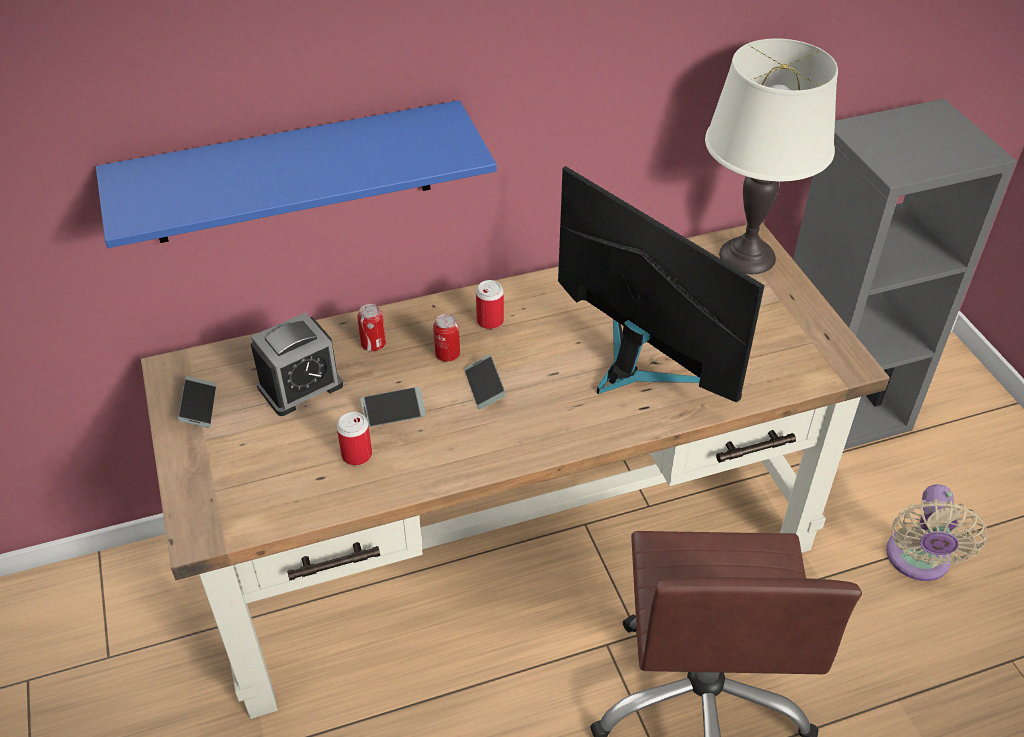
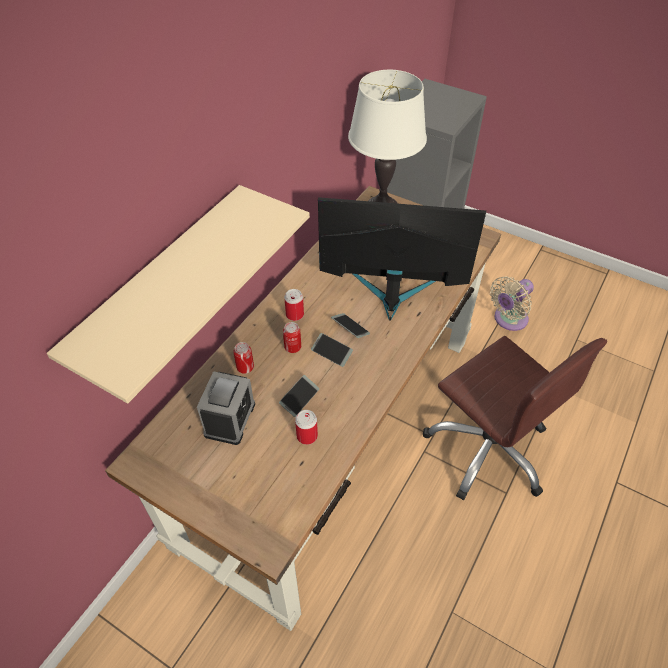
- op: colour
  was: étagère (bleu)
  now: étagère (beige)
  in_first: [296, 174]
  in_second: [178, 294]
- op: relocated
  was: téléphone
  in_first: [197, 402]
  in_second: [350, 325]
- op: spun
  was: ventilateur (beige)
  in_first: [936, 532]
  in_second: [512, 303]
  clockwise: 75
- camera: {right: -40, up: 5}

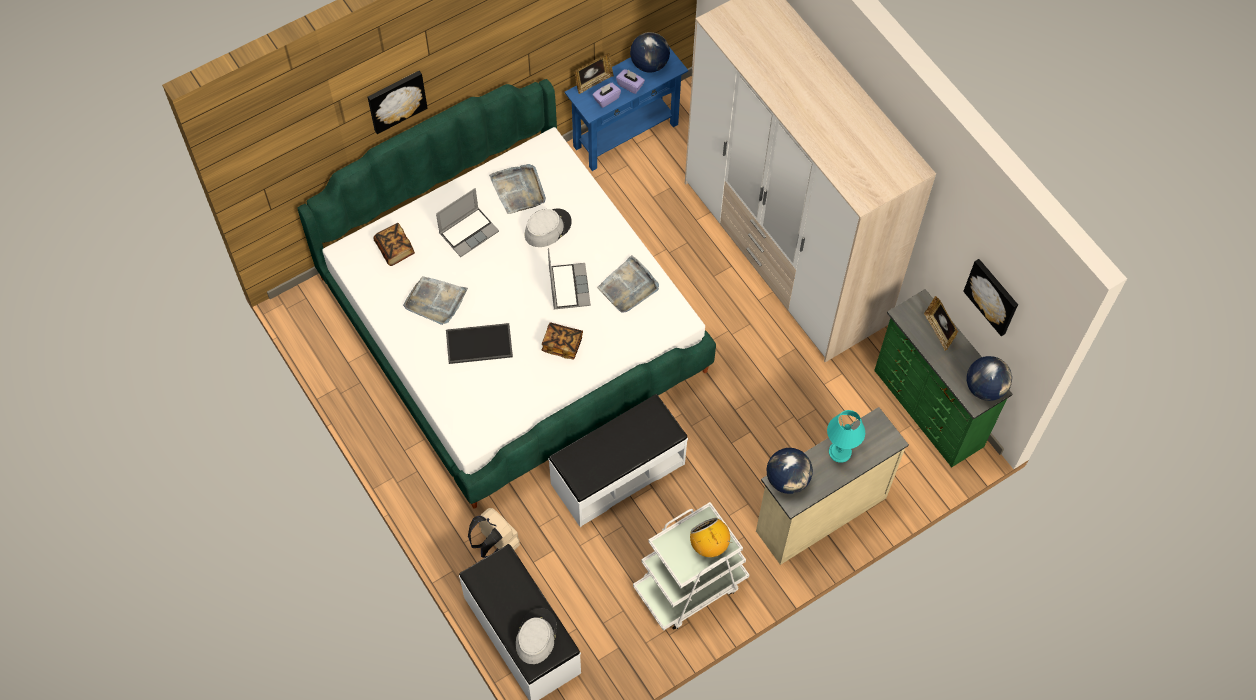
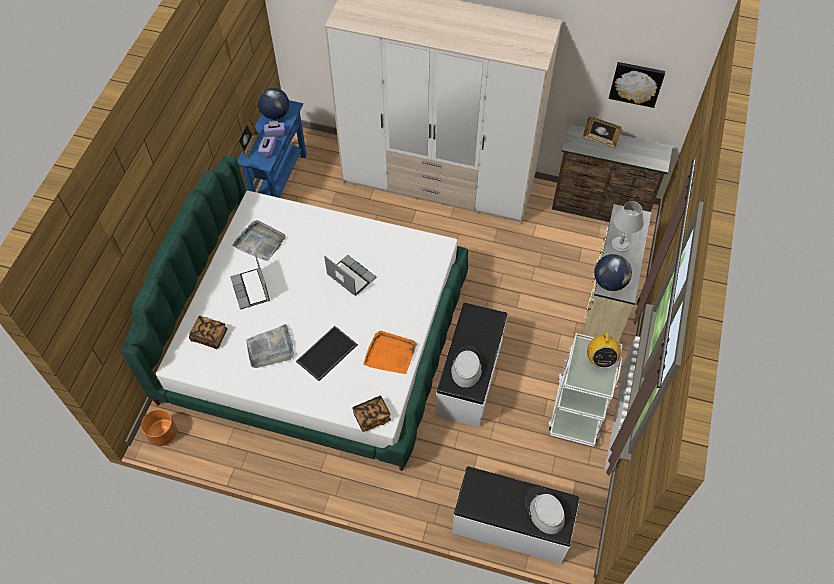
- op: missing
  was: tableau
  in_first: [397, 102]
- op: spun
  was: ordinateur portable
  in_first: [467, 222]
  in_second: [250, 280]
  clockwise: 150
- op: missing
  was: sac à dos (beige)
  in_first: [494, 533]
- op: relocated
  was: chapeau (gris)
  in_first: [548, 228]
  in_second: [466, 367]
- op: relocated
  was: livre
  in_first: [562, 340]
  in_second: [371, 414]
- op: missing
  was: plateau (gris)
  in_first: [628, 284]
- op: spun
  was: radio
  in_first: [711, 537]
  in_second: [604, 349]
  clockwise: -105
- op: colour
  was: lampe de table (turquoise)
  now: lampe de table (gris)
  in_first: [846, 436]
  in_second: [628, 226]
- op: colour
  was: commode (vert)
  now: commode (marron)
  in_first: [943, 378]
  in_second: [612, 173]
- op: missing
  was: globe
  in_first: [989, 378]
- op: appeared
  now: cache-pot (orange)
  in_second: [159, 427]
- op: appeared
  now: plateau (orange)
  in_second: [390, 352]
- camera: {right: -40, up: -5}

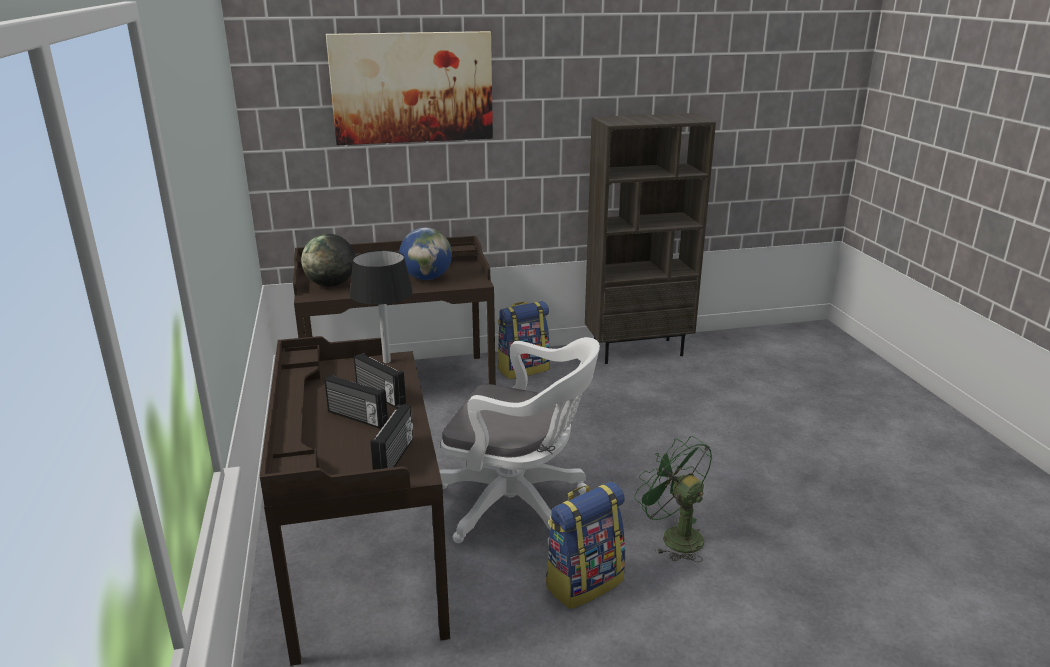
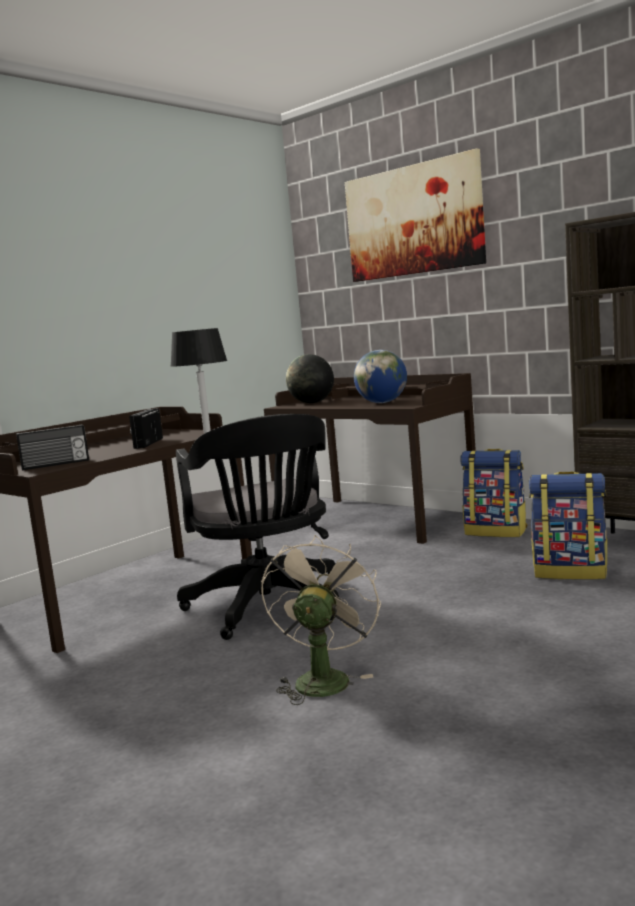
- op: missing
  was: radio
  in_first: [356, 401]
- op: colour
  was: chaise de bureau (blanc)
  now: chaise de bureau (noir)
  in_first: [519, 441]
  in_second: [257, 527]
- op: relocated
  was: sac à dos
  in_first: [585, 545]
  in_second: [568, 525]
- op: colour
  was: ventilateur (vert)
  now: ventilateur (beige)
  in_first: [673, 499]
  in_second: [321, 620]
- camera: {right: 55, up: -15}

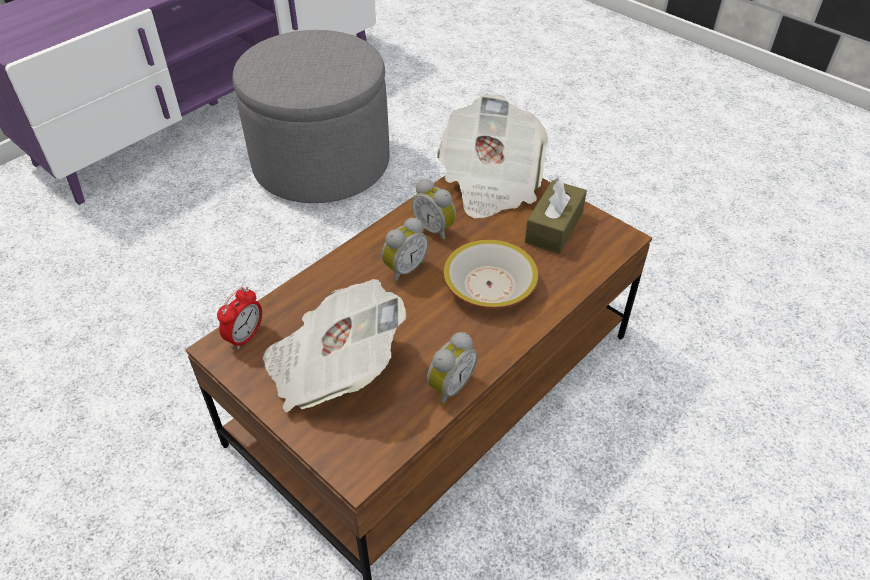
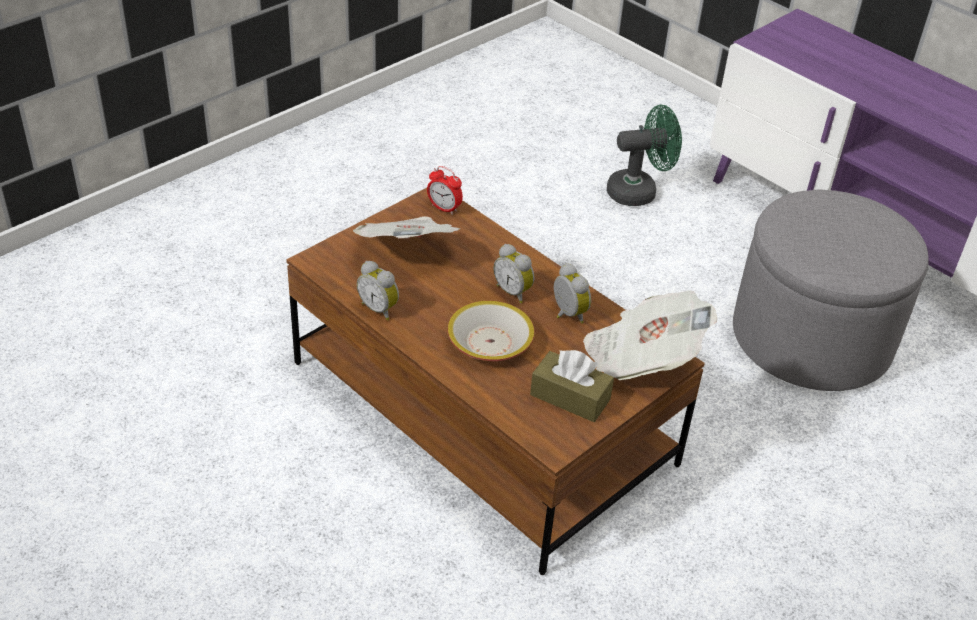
- op: spun
  was: réveil
  in_first: [434, 210]
  in_second: [572, 293]
  clockwise: 105
- op: appeared
  now: ventilateur (vert)
  in_second: [644, 155]
- camera: {right: 90, up: -5}

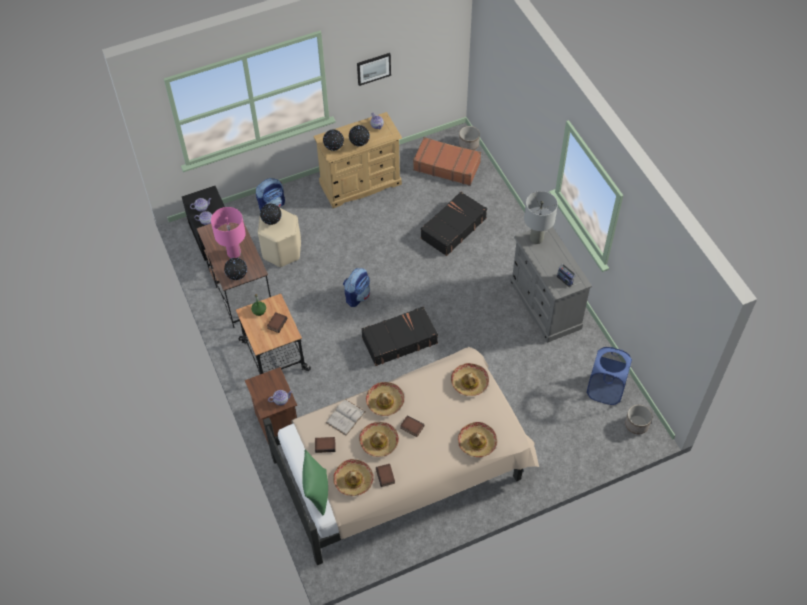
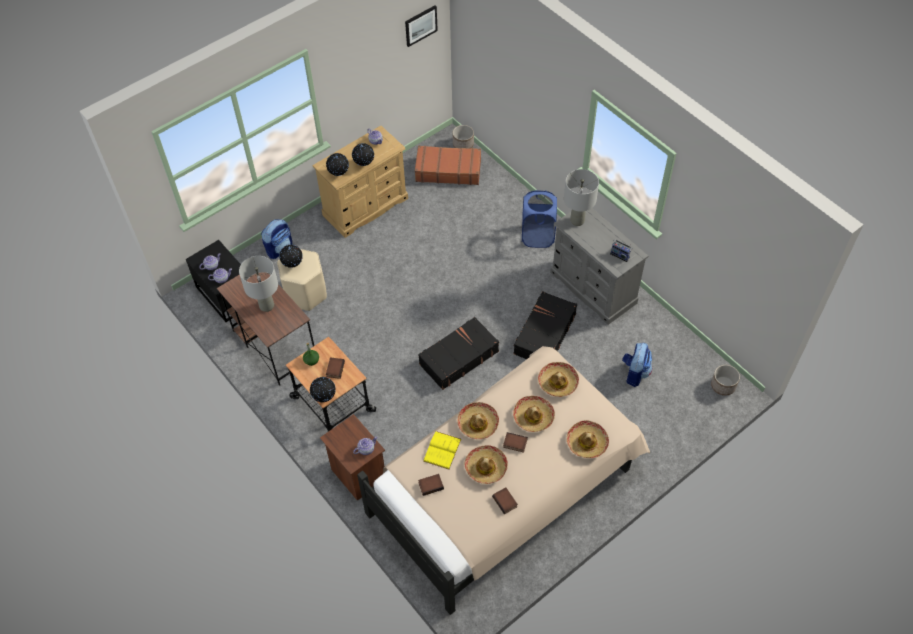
- op: colour
  was: lampe de table (rose)
  now: lampe de table (gris)
  in_first: [228, 232]
  in_second: [258, 284]
- op: relocated
  was: globe
  in_first: [235, 269]
  in_second: [323, 389]
- op: missing
  was: coussin (vert)
  in_first: [315, 482]
- op: colour
  was: livre (blanc)
  now: livre (jaune)
  in_first: [346, 417]
  in_second: [442, 450]
- op: relocated
  was: chapeau
  in_first: [353, 477]
  in_second: [534, 414]
- op: relocated
  was: sac à dos
  in_first: [356, 287]
  in_second: [637, 365]
- op: relocated
  was: tableau
  in_first: [374, 69]
  in_second: [421, 26]
- op: relocated
  was: valise (noir)
  in_first: [454, 224]
  in_second: [545, 325]
- op: relocated
  was: panier à linge (bleu)
  in_first: [609, 376]
  in_second: [539, 219]
- camera: {right: -15, up: 0}

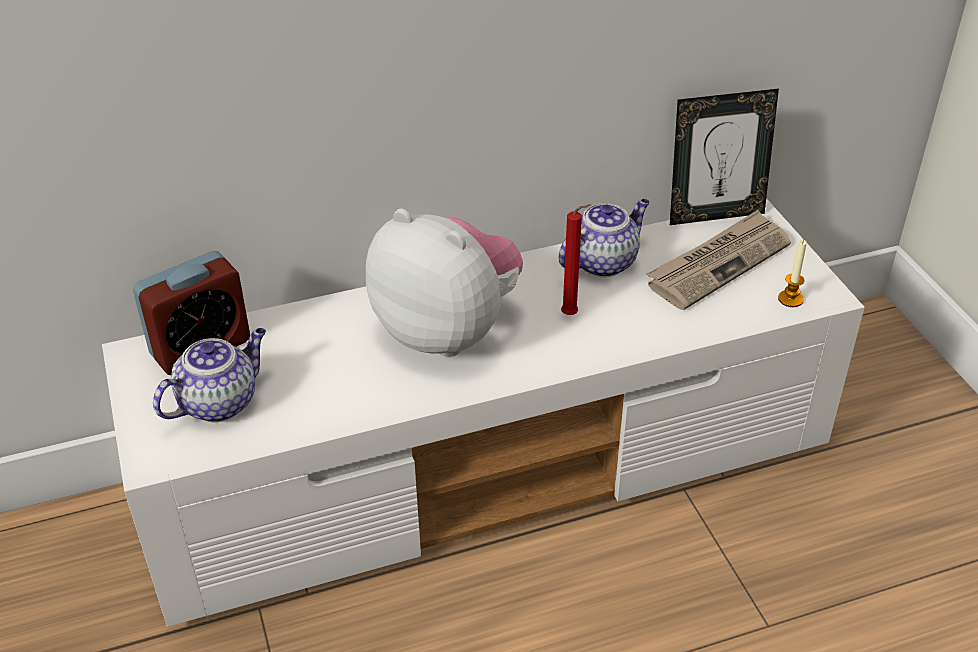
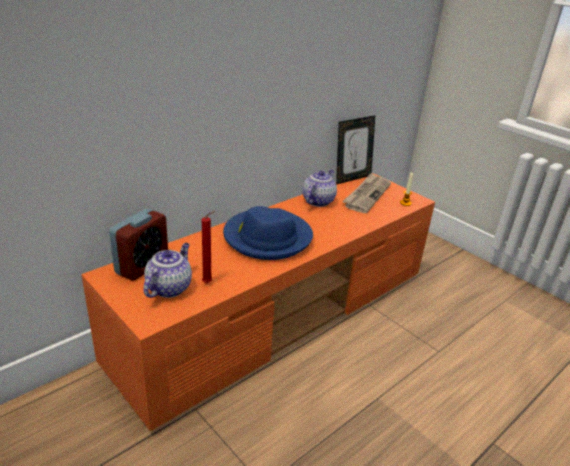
- op: colour
  was: meuble télé (blanc)
  now: meuble télé (orange)
  in_first: [483, 413]
  in_second: [258, 302]
- op: exchanged
  was: peluche
  now: chapeau (bleu)
  in_first: [444, 282]
  in_second: [268, 233]
- op: relocated
  was: bougie (rouge)
  in_first: [575, 259]
  in_second: [208, 247]
- camera: {right: -25, up: -10}

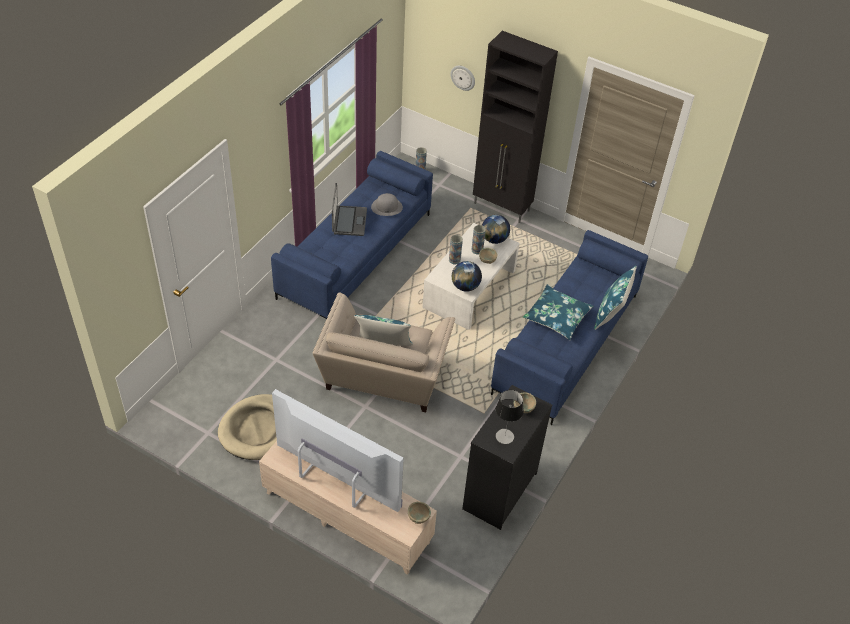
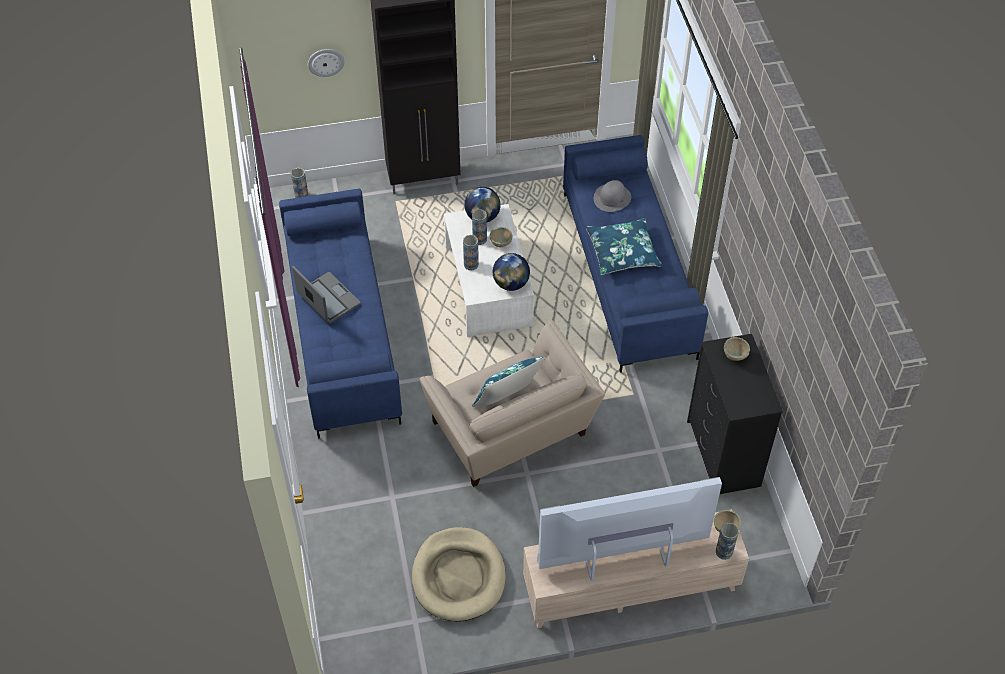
- op: relocated
  was: chapeau (gris)
  in_first: [387, 204]
  in_second: [612, 196]
- op: missing
  was: lampe de table
  in_first: [510, 417]
- op: missing
  was: coussin (bleu)
  in_first: [615, 298]
- op: appeared
  now: vase
  in_second: [727, 541]
- camera: {right: -40, up: 5}

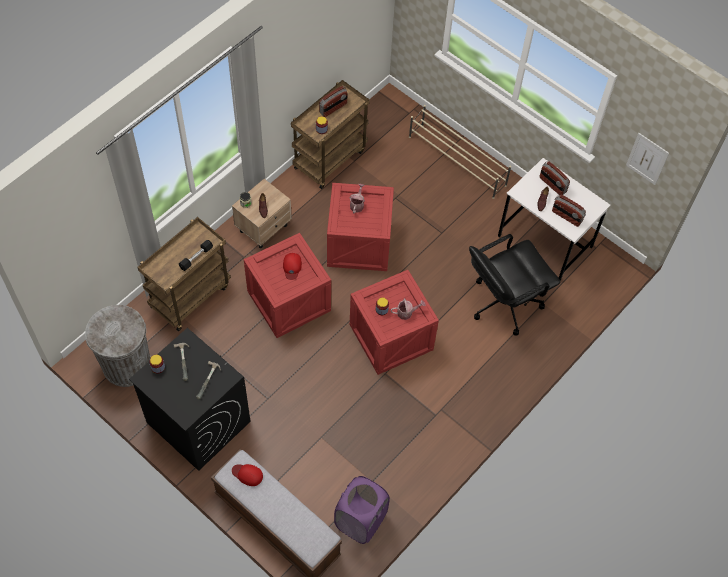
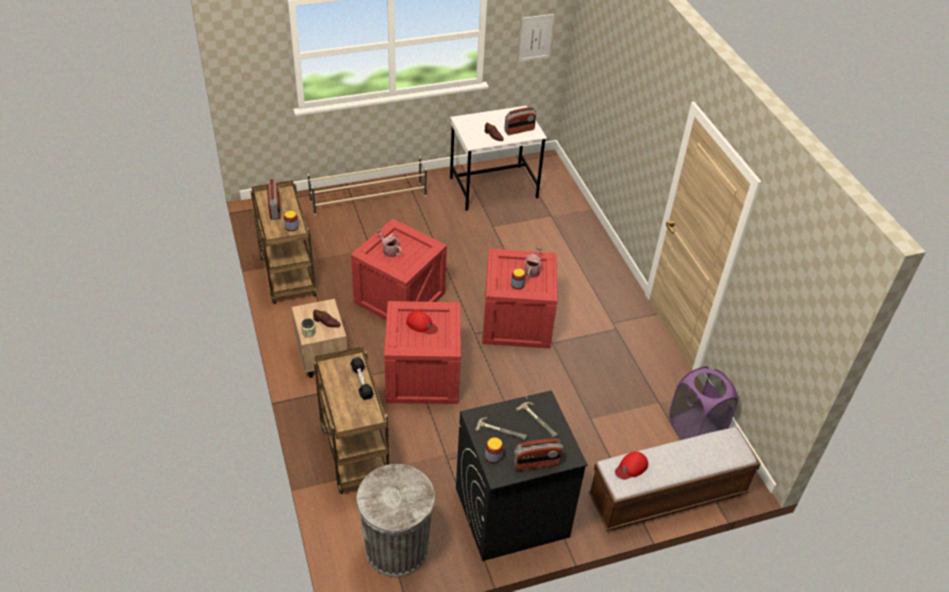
- op: missing
  was: chaise de bureau (noir)
  in_first: [514, 285]
- op: relocated
  was: radio
  in_first: [554, 178]
  in_second: [538, 454]
- camera: {right: -60, up: -15}

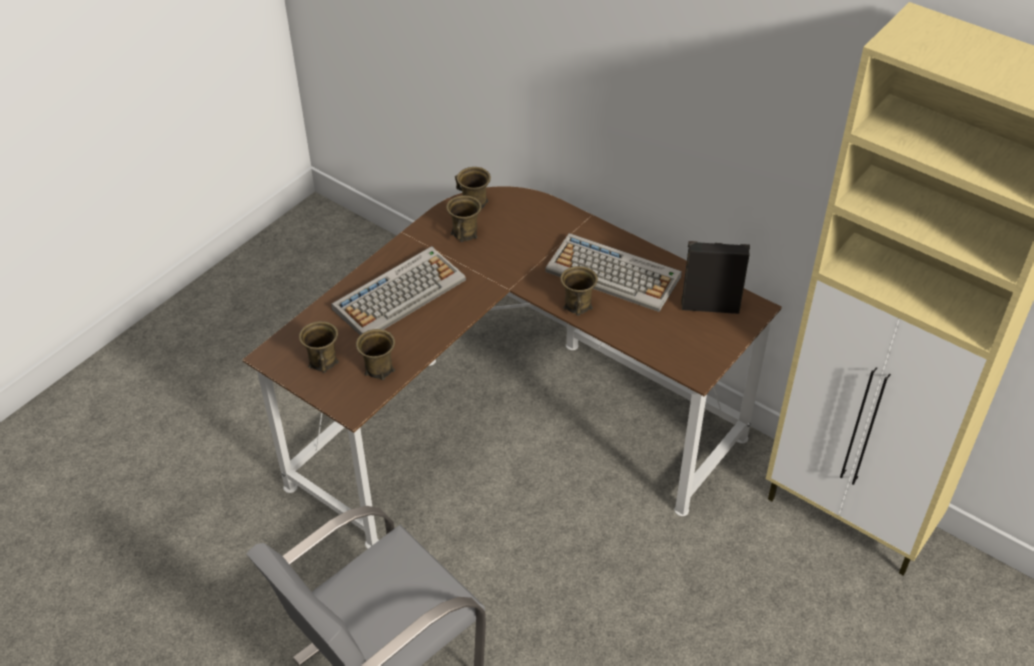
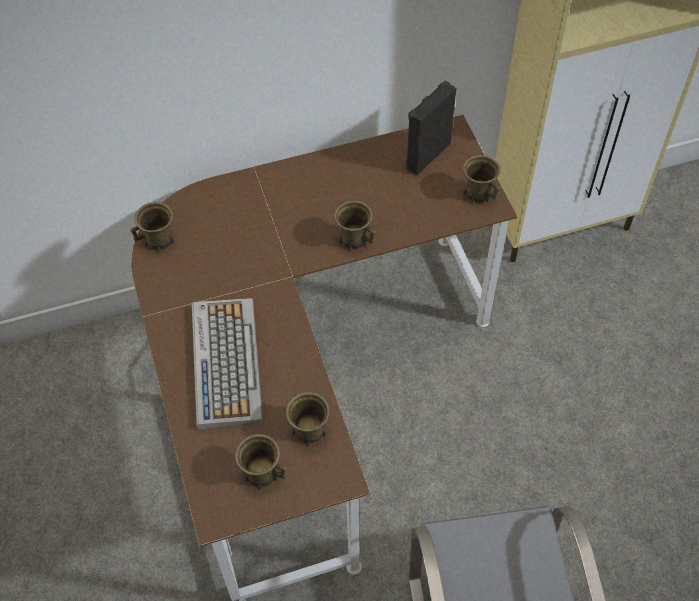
- op: relocated
  was: mug (marron)
  in_first: [464, 219]
  in_second: [482, 179]
- op: missing
  was: clavier
  in_first: [613, 272]
- camera: {right: -55, up: 10}

